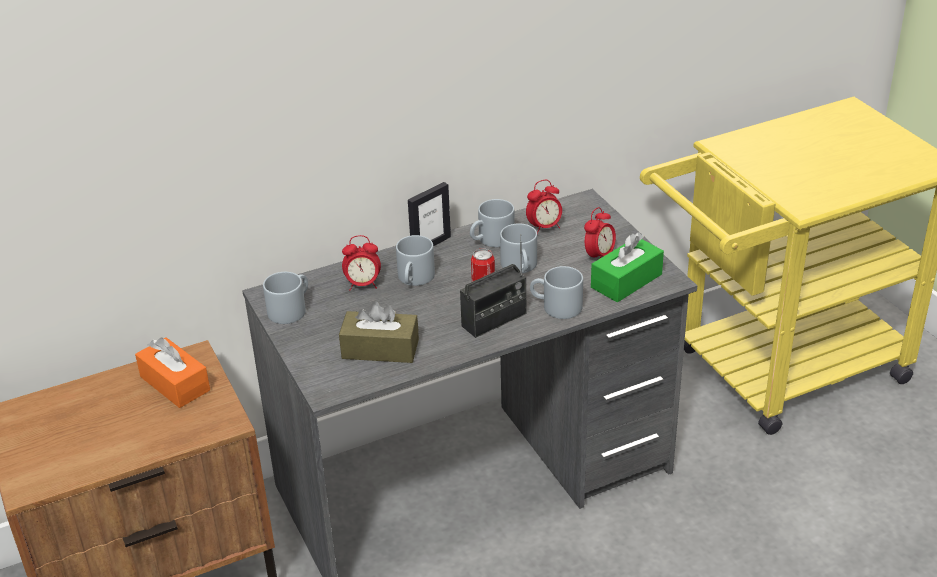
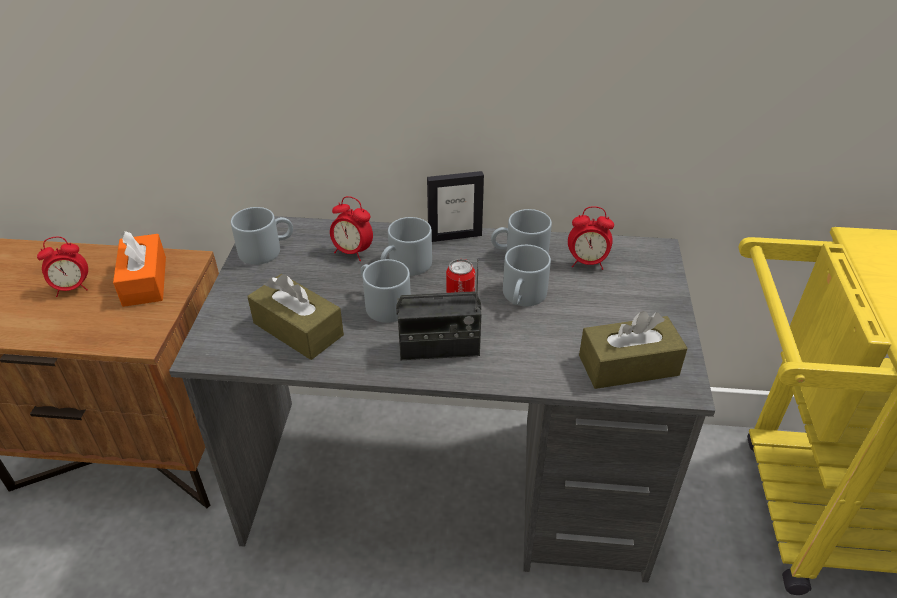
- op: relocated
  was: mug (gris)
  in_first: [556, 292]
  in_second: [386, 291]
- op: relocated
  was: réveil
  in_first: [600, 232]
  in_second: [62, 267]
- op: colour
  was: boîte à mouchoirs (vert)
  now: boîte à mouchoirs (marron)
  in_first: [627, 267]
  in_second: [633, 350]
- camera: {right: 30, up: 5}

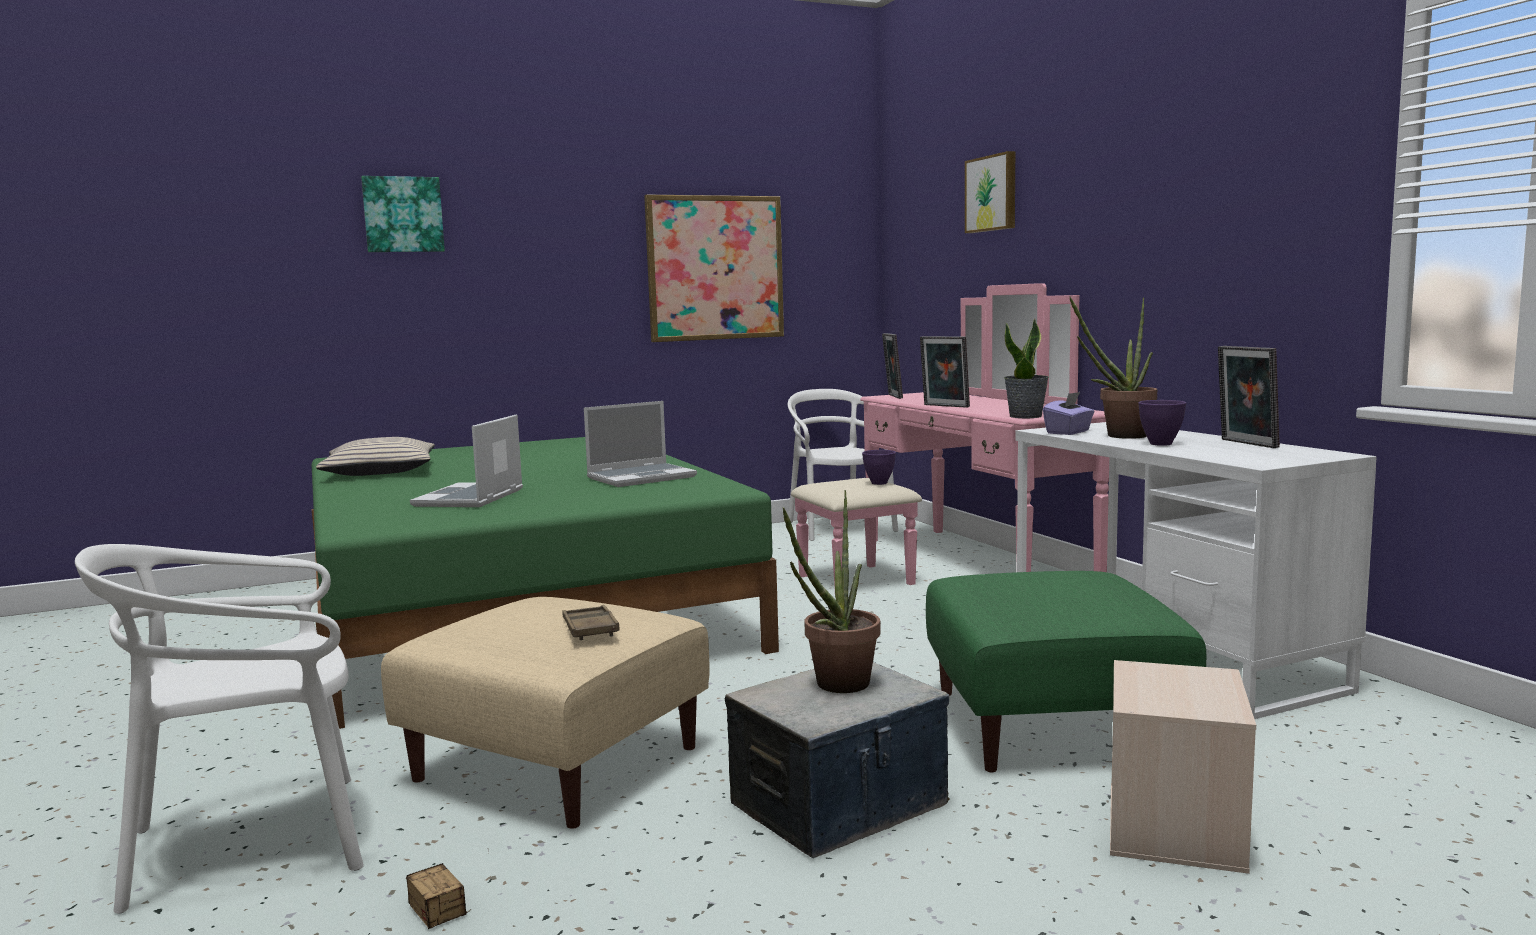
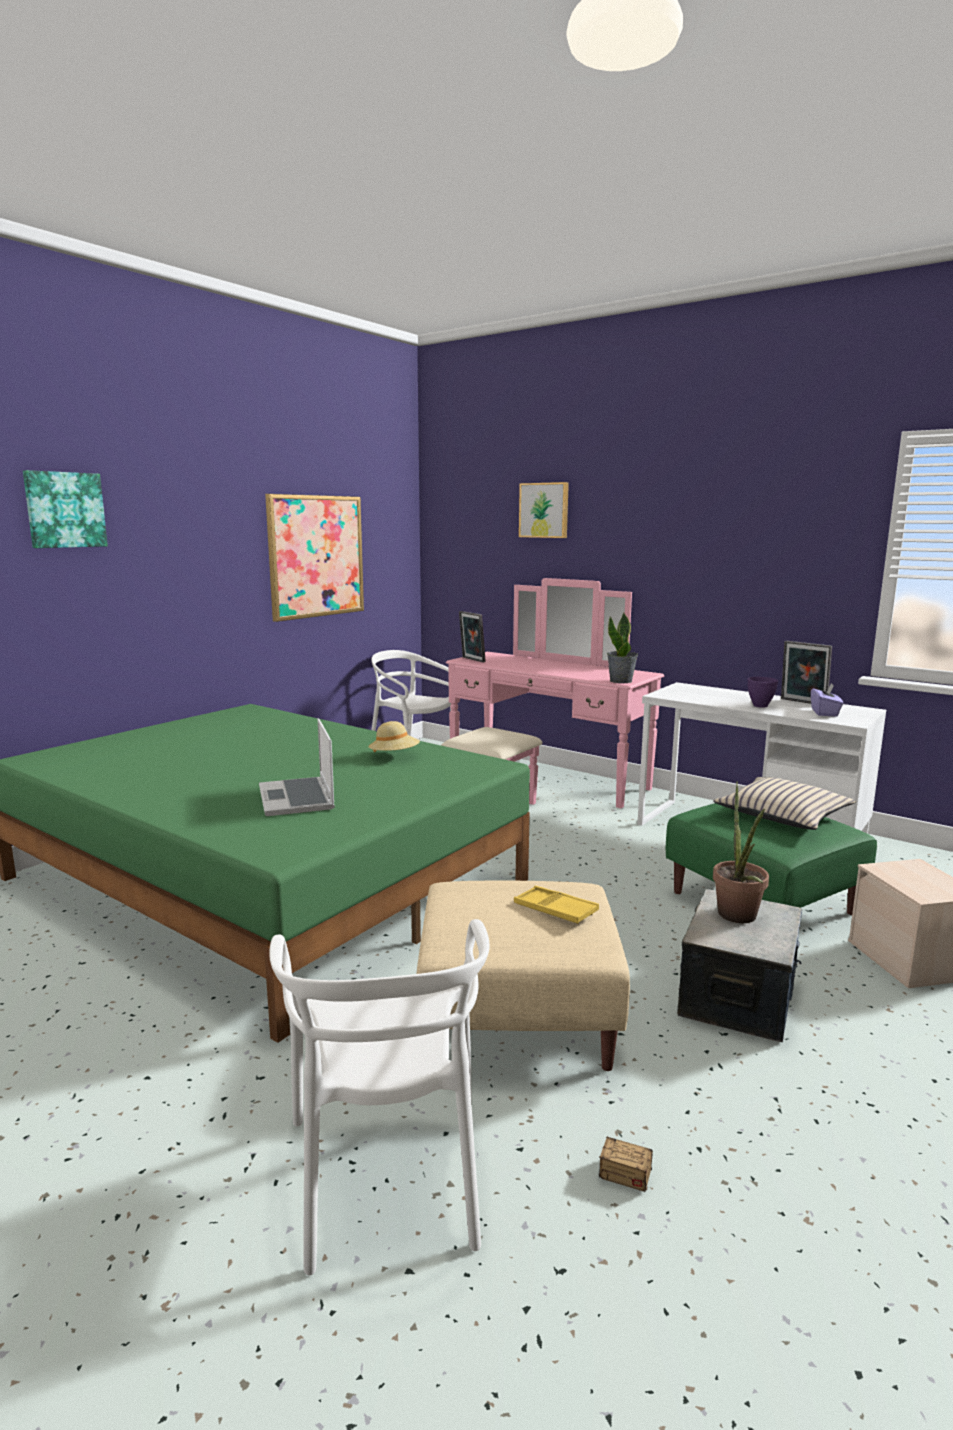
- op: spun
  was: chaise (blanc)
  in_first: [219, 729]
  in_second: [379, 1097]
  clockwise: -45
- op: relocated
  was: coussin (beige)
  in_first: [375, 456]
  in_second: [784, 803]
- op: colour
  was: plateau (marron)
  now: plateau (jaune)
  in_first: [591, 622]
  in_second: [556, 905]
- op: exchanged
  was: ordinateur portable
  now: chapeau (beige)
  in_first: [640, 444]
  in_second: [394, 737]
- op: missing
  was: bol (violet)
  in_first: [879, 467]
- op: missing
  was: cadre photo
  in_first: [945, 372]
- op: relocated
  was: boîte à mouchoirs (violet)
  in_first: [1068, 413]
  in_second: [827, 700]
- op: missing
  was: plante en pot
  in_first: [1113, 367]
- camera: {right: -30, up: 5}

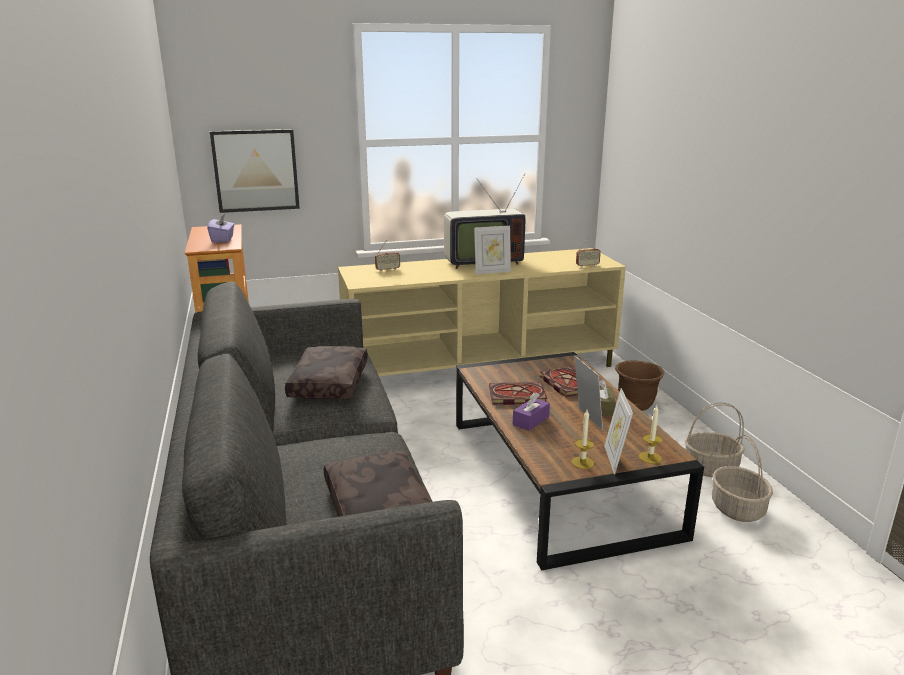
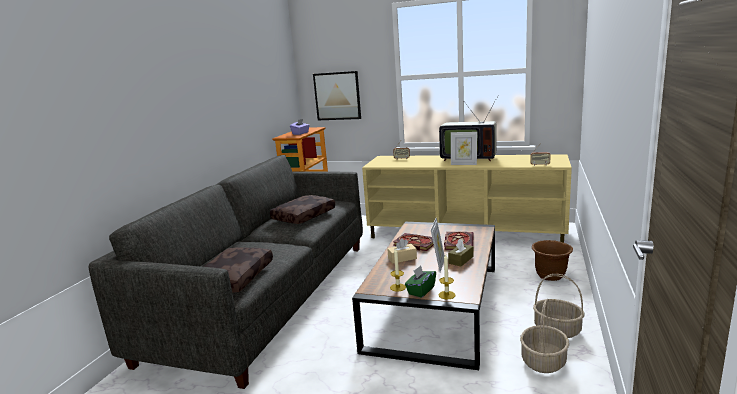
- op: colour
  was: boîte à mouchoirs (violet)
  now: boîte à mouchoirs (beige)
  in_first: [531, 412]
  in_second: [402, 251]
- op: exchanged
  was: cadre photo
  now: boîte à mouchoirs (vert)
  in_first: [618, 431]
  in_second: [420, 282]
- camera: {right: 35, up: -5}

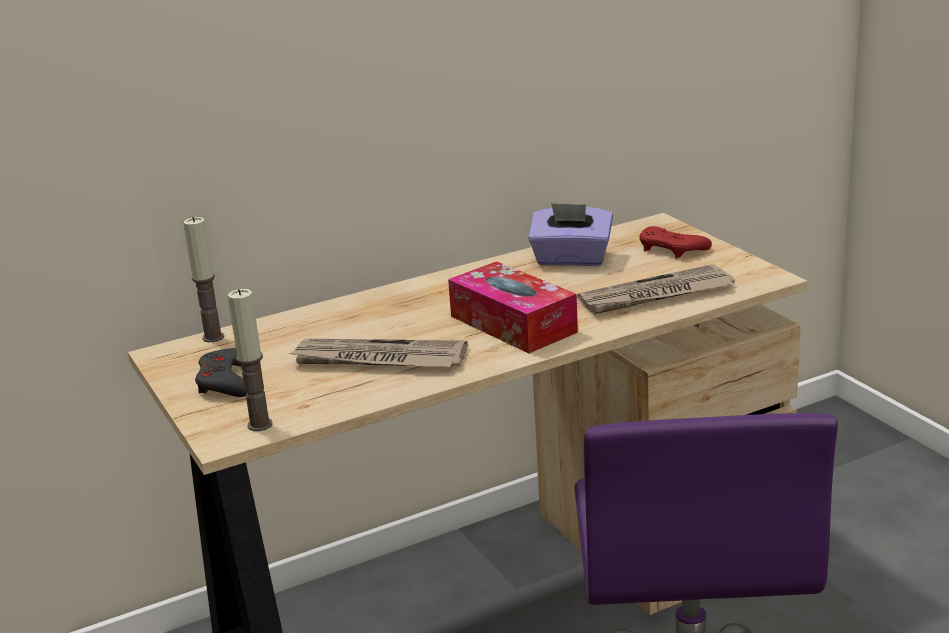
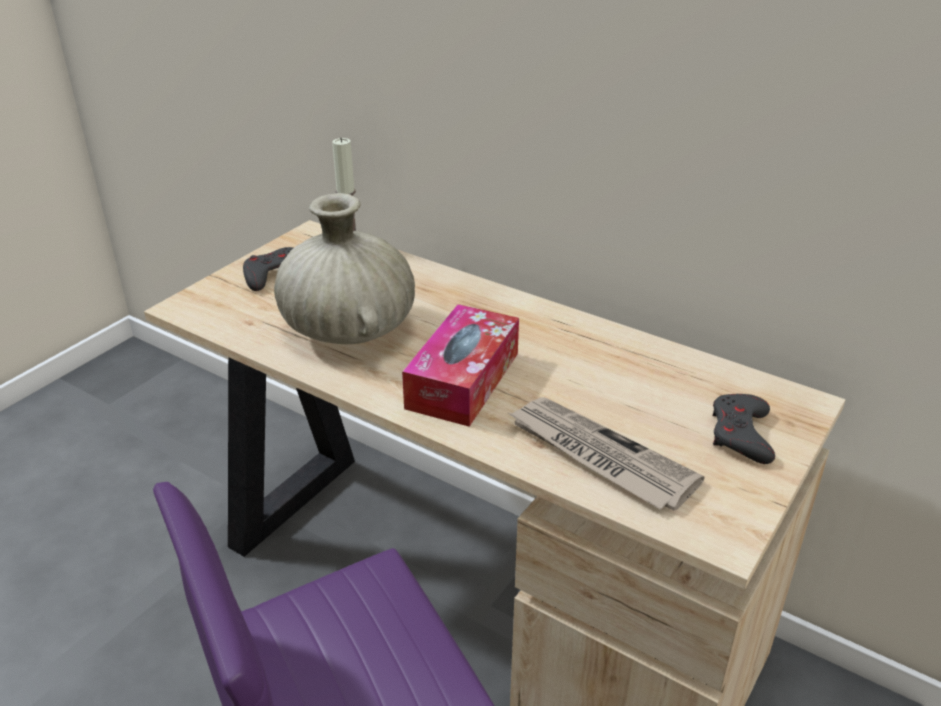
- op: missing
  was: bougie
  in_first: [250, 360]
- op: exchanged
  was: journal
  now: vase (beige)
  in_first: [378, 353]
  in_second: [344, 268]
- op: missing
  was: boîte à mouchoirs (violet)
  in_first: [570, 234]
- op: colour
  was: manette (rouge)
  now: manette (gris)
  in_first: [676, 242]
  in_second: [743, 429]
- camera: {right: 60, up: 10}

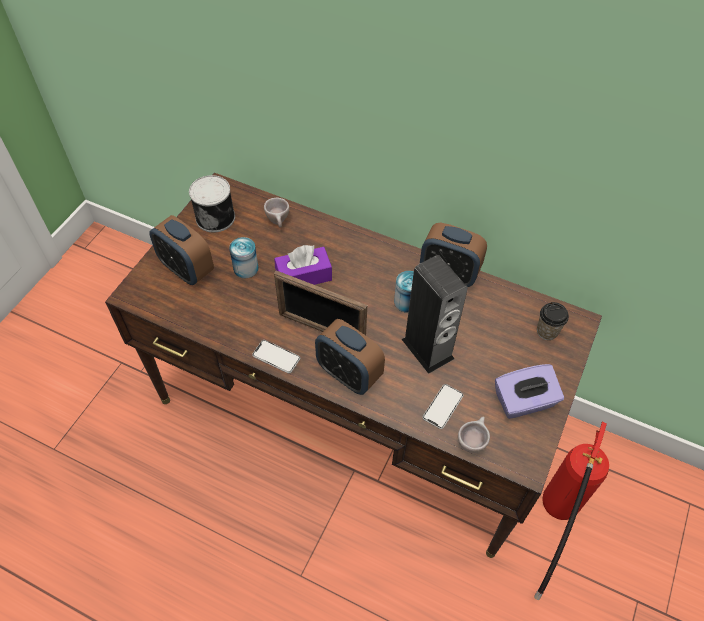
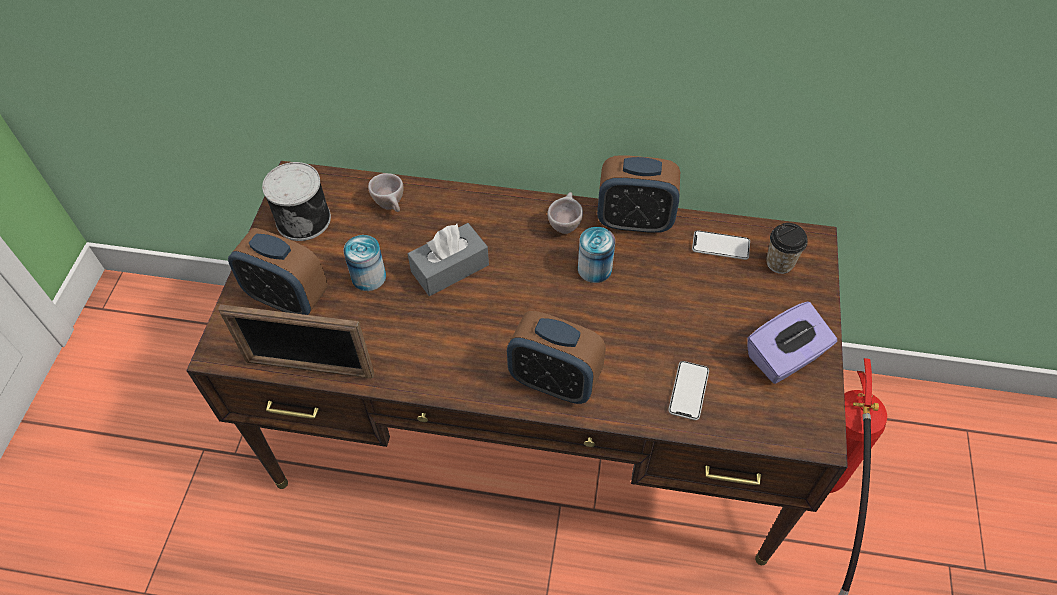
- op: relocated
  was: téléphone
  in_first: [276, 356]
  in_second: [721, 245]
- op: colour
  was: boîte à mouchoirs (violet)
  now: boîte à mouchoirs (gris)
  in_first: [303, 265]
  in_second: [448, 259]
- op: relocated
  was: cadre photo
  in_first: [320, 302]
  in_second: [296, 341]
- op: missing
  was: enceinte
  in_first: [435, 314]
- op: relocated
  was: tasse (beige)
  in_first: [474, 434]
  in_second: [565, 213]
- camera: {right: -15, up: 0}

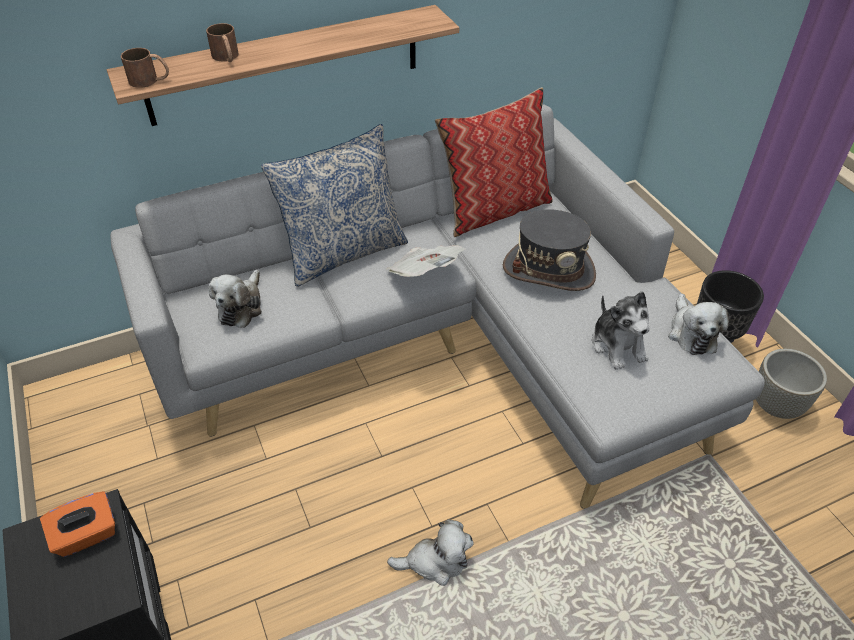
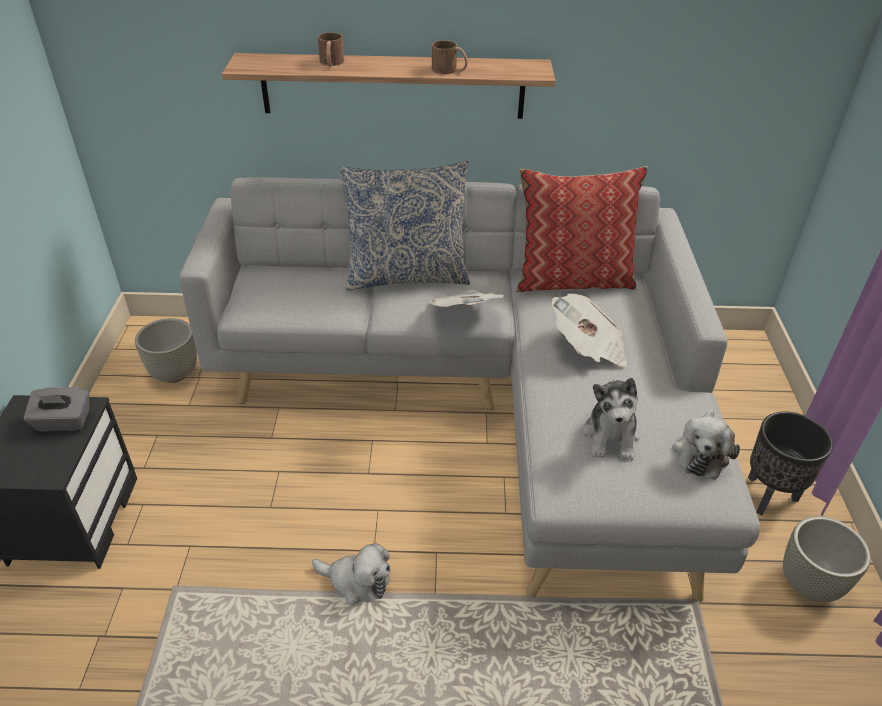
- op: colour
  was: boîte à mouchoirs (orange)
  now: boîte à mouchoirs (gris)
  in_first: [77, 524]
  in_second: [56, 409]
- op: relocated
  was: mug (marron)
  in_first: [145, 68]
  in_second: [450, 57]
- op: missing
  was: peluche
  in_first: [235, 299]
- op: exchanged
  was: chapeau (gris)
  now: journal
  in_first: [549, 250]
  in_second: [589, 330]
- op: appeared
  now: cache-pot (gris)
  in_second: [166, 350]
- camera: {right: 25, up: -5}

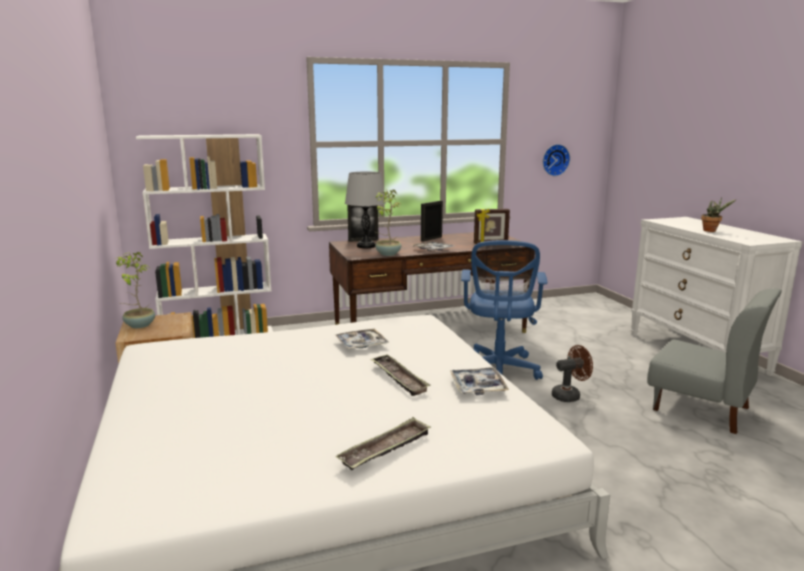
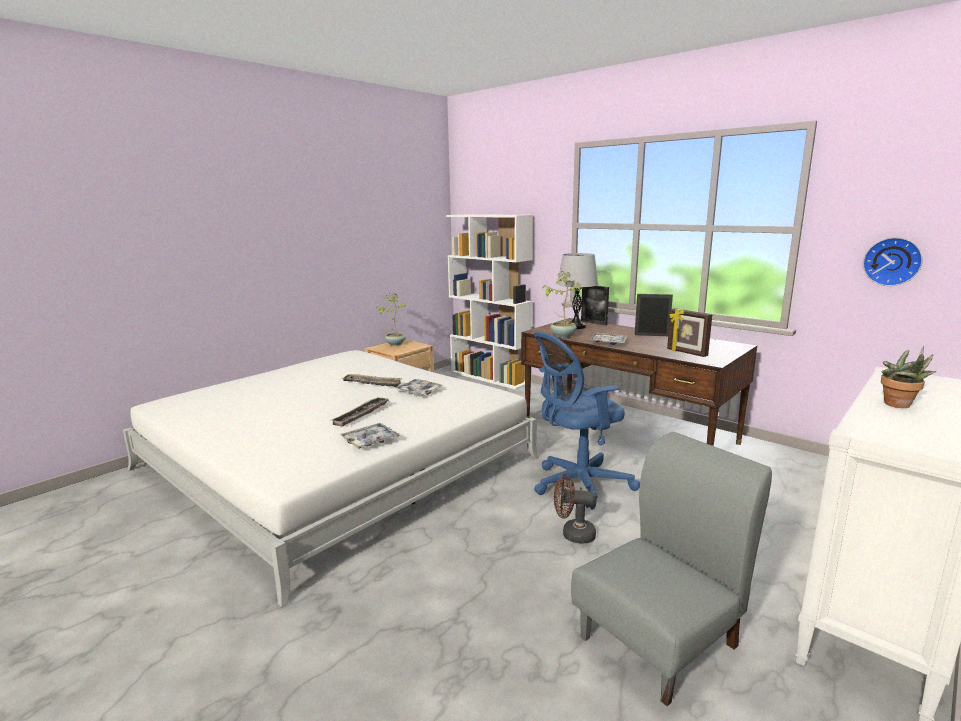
- op: relocated
  was: plateau
  in_first: [383, 443]
  in_second: [372, 380]
- op: spun
  was: ventilateur (marron)
  in_first: [572, 373]
  in_second: [575, 508]
  clockwise: 150
- op: spun
  was: chaise (gris)
  in_first: [714, 361]
  in_second: [671, 569]
  clockwise: -135
- camera: {right: 60, up: 0}

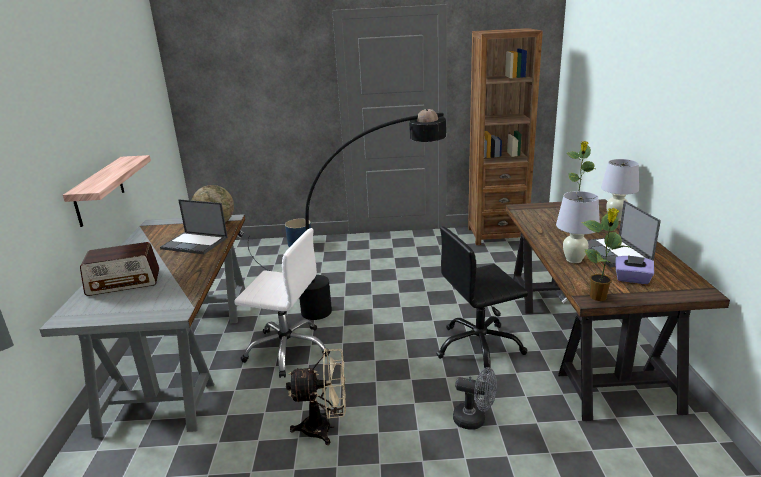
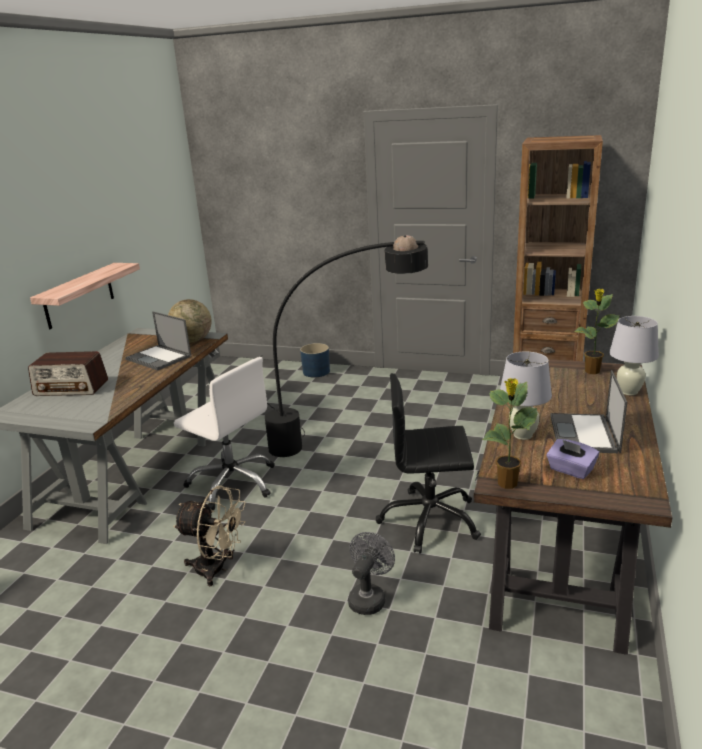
- op: spun
  was: ventilateur (gris)
  in_first: [475, 398]
  in_second: [371, 573]
  clockwise: -105
- camera: {right: 20, up: 0}

